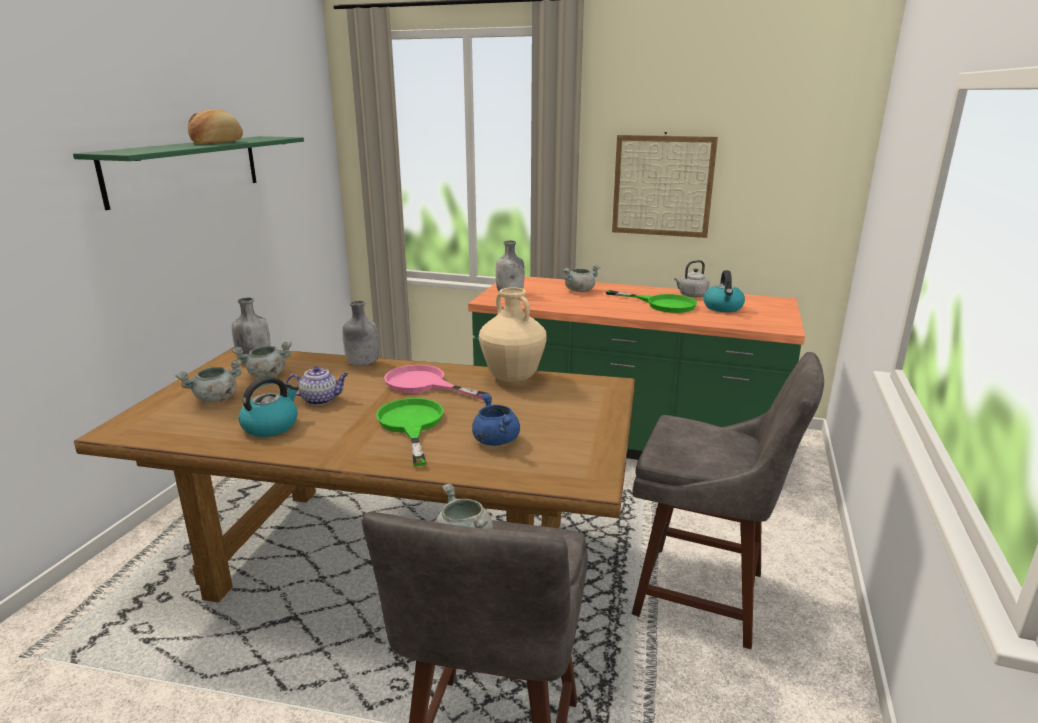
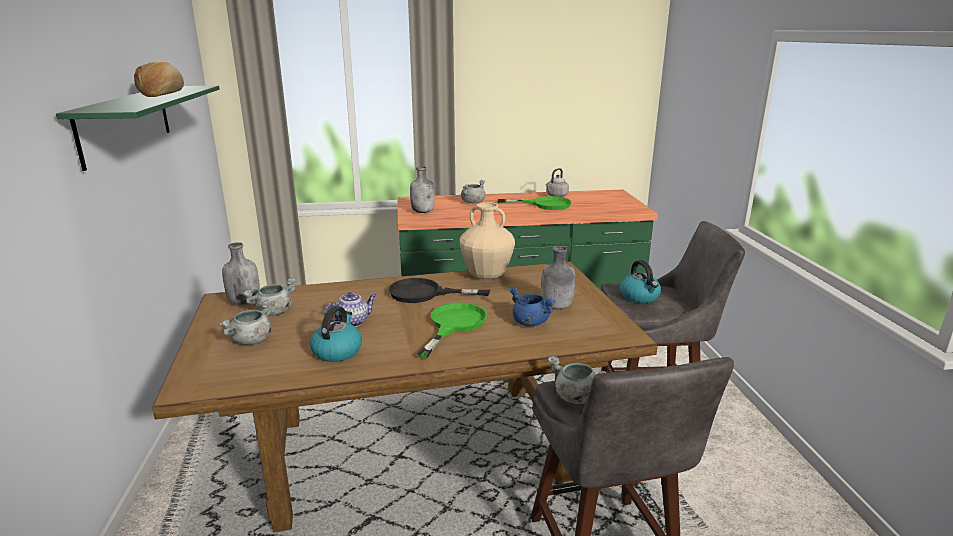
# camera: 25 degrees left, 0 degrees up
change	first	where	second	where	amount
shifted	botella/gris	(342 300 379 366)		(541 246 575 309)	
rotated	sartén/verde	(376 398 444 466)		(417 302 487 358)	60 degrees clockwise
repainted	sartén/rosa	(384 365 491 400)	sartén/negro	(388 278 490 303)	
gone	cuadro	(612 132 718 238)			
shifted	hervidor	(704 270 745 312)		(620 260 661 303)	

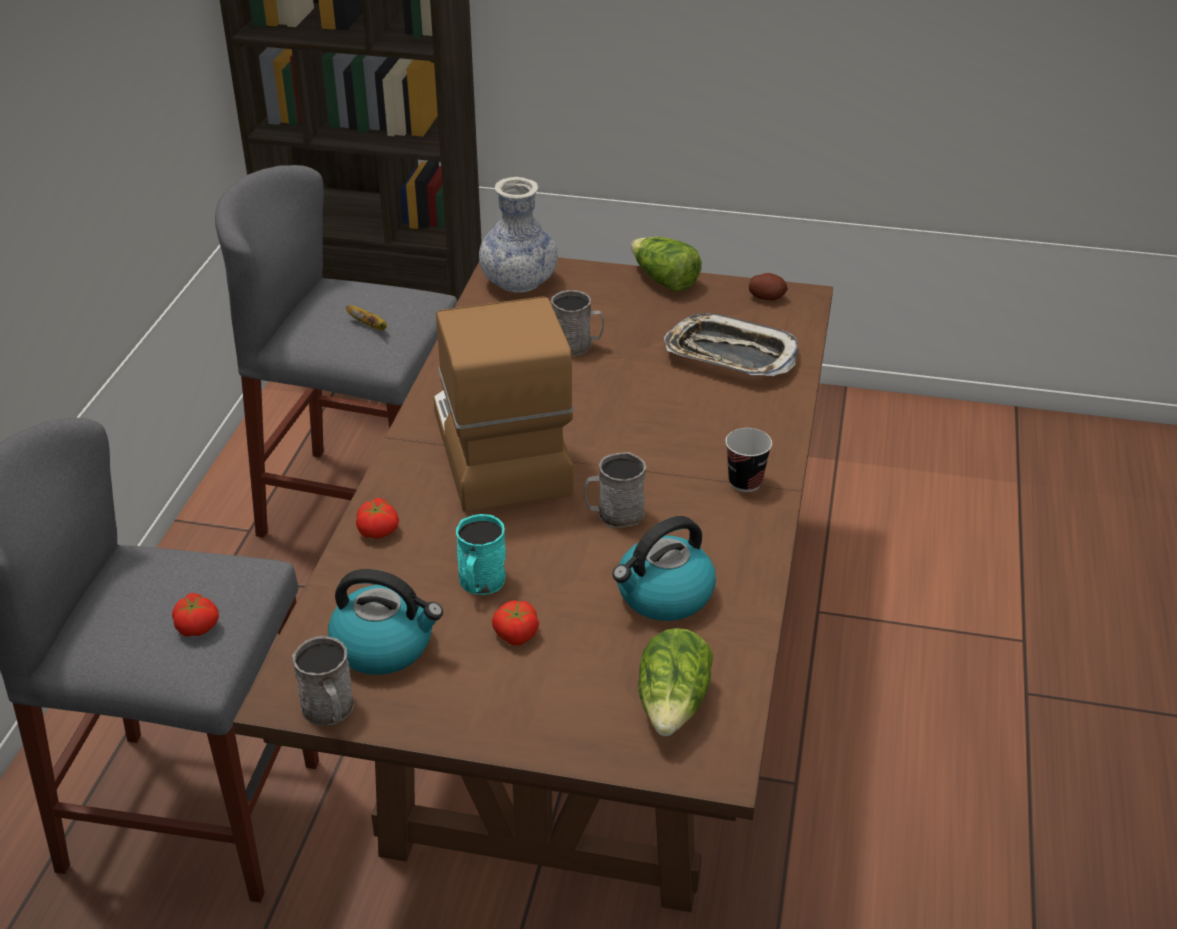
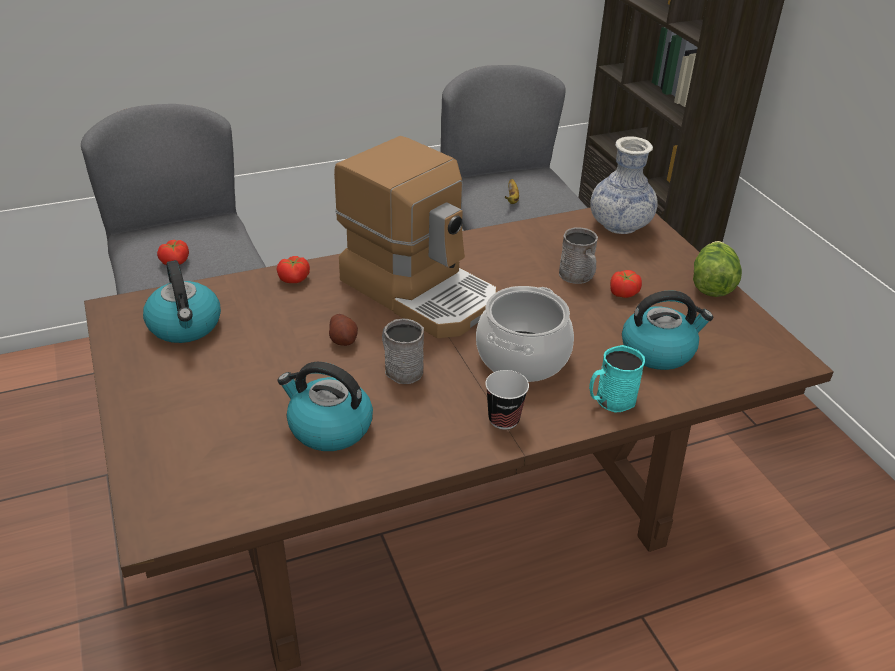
# camera: 55 degrees right, 0 degrees up
change	first	where	second	where	amount
gone	taza grande/gris	(292 636 354 725)			
rotated	cafetera	(433 296 574 512)		(334 136 497 338)	90 degrees clockwise
shifted	taza grande/turquesa	(456 514 506 595)		(589 345 645 412)	
shifted	tomate	(492 600 539 645)		(610 270 642 298)	
gone	lechuga	(638 628 713 736)			
swapped	bandeja	(664 313 797 376)	hervidor	(622 291 713 370)	
shifted	patata	(749 273 788 301)		(329 314 358 346)	
new			olla	(476 286 574 382)	

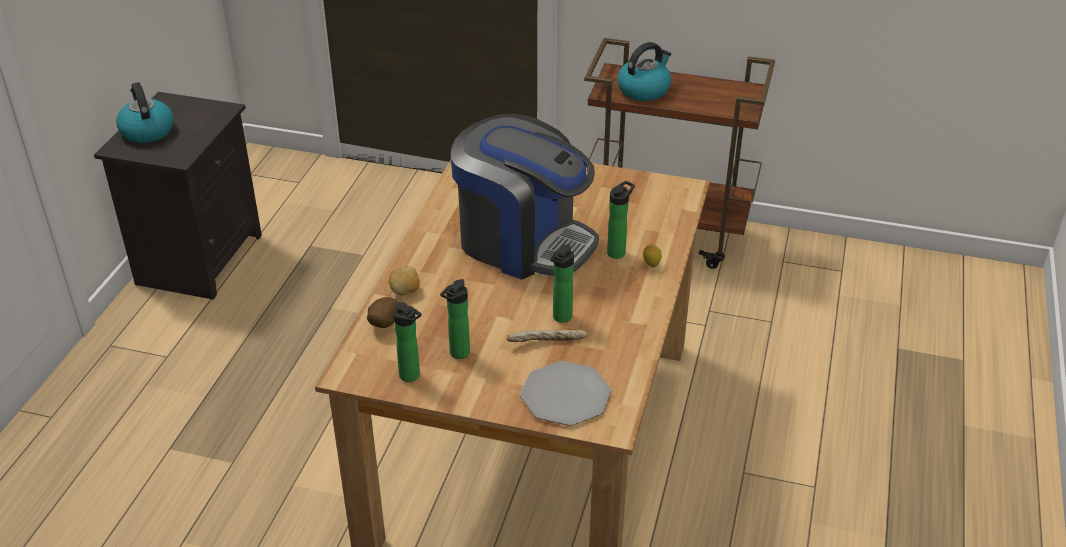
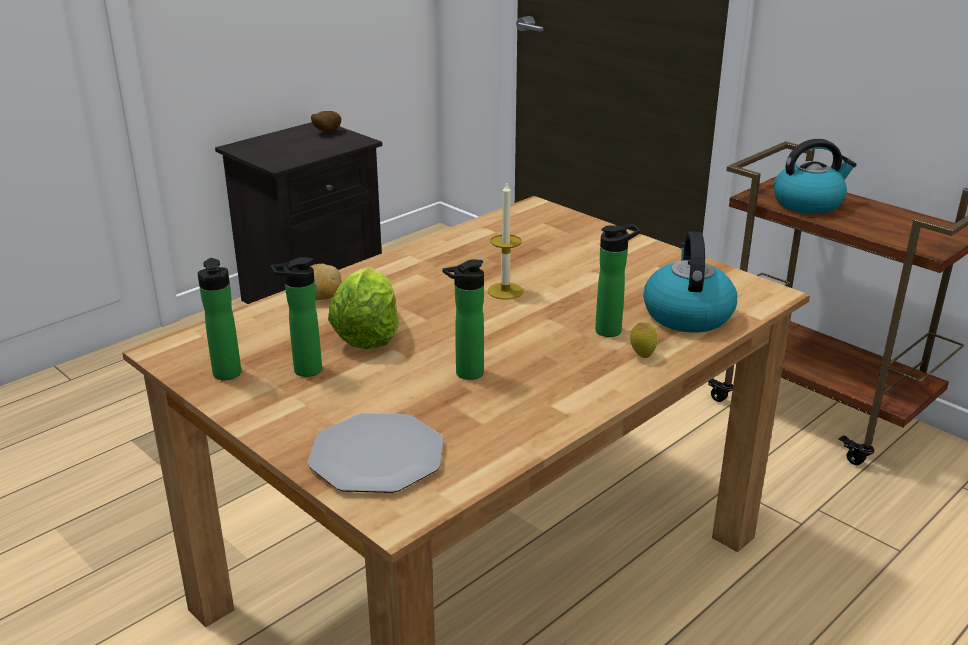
# camera: 30 degrees right, 10 degrees down
change	first	where	second	where	amount
shifted	hervidor	(116 82 174 143)		(643 232 737 333)	
shifted	patata	(367 297 397 328)		(311 111 341 133)	
swapped	cafetera	(451 114 599 280)	vela	(488 182 523 300)	
gone	pan	(507 330 588 342)			
new			lechuga	(328 267 399 349)	

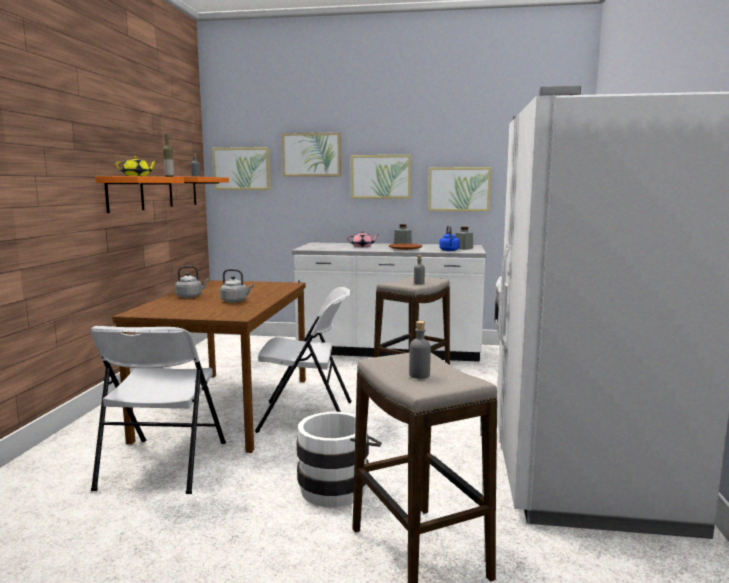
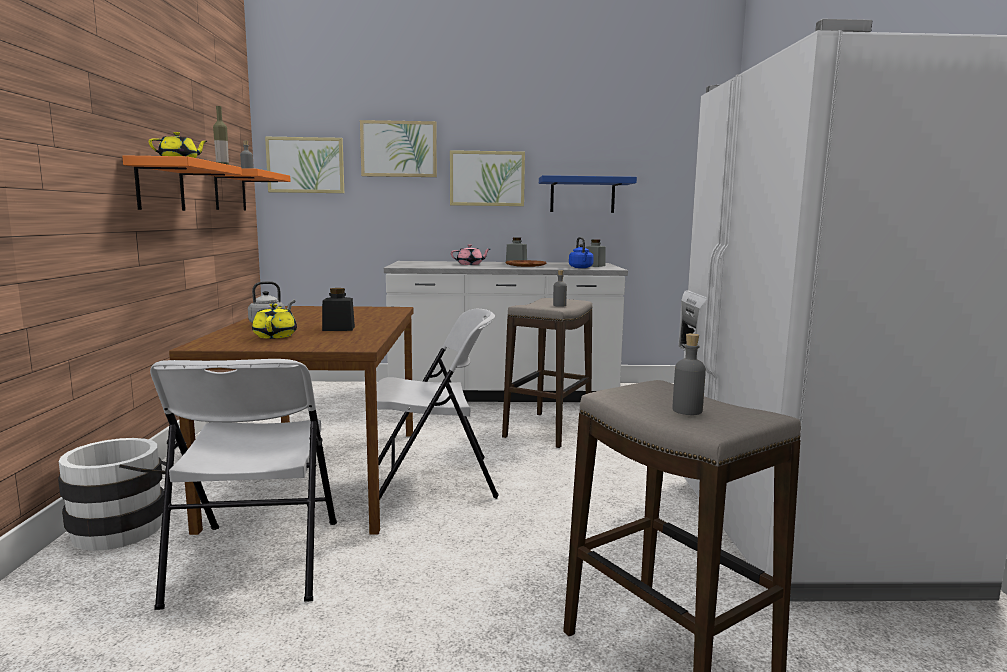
# camera: 10 degrees left, 0 degrees up
change	first	where	second	where	amount
swapped	hervidor/gris	(220 269 254 303)	tarro/negro	(322 288 355 331)	
shifted	cubo/blanco	(296 412 382 507)		(58 438 166 551)	
swapped	cuadro	(428 167 491 212)	estante/azul	(539 175 637 213)	
new			tetera/amarillo	(252 304 297 339)	

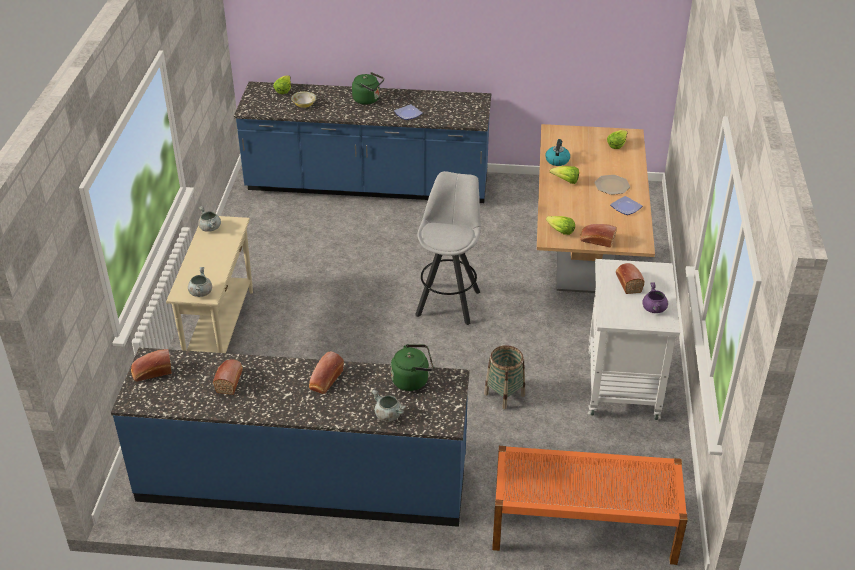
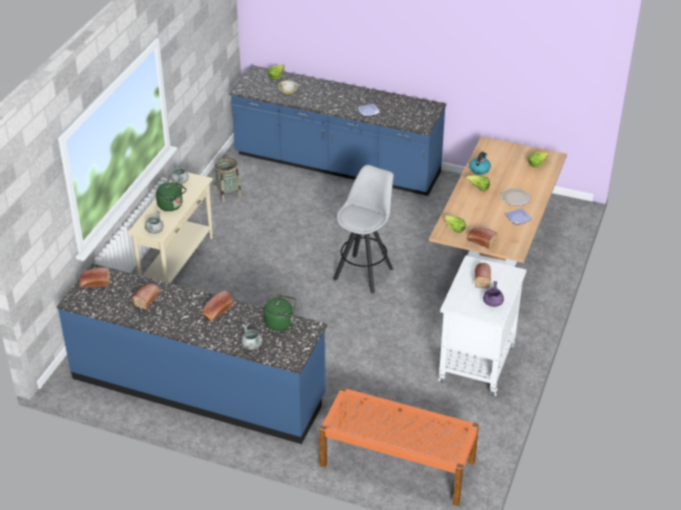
# camera: 15 degrees right, 0 degrees up
change	first	where	second	where	amount
shifted	hervidor/verde	(352 72 384 105)		(156 182 186 211)	
shifted	cesta	(484 345 525 410)		(214 158 242 202)	

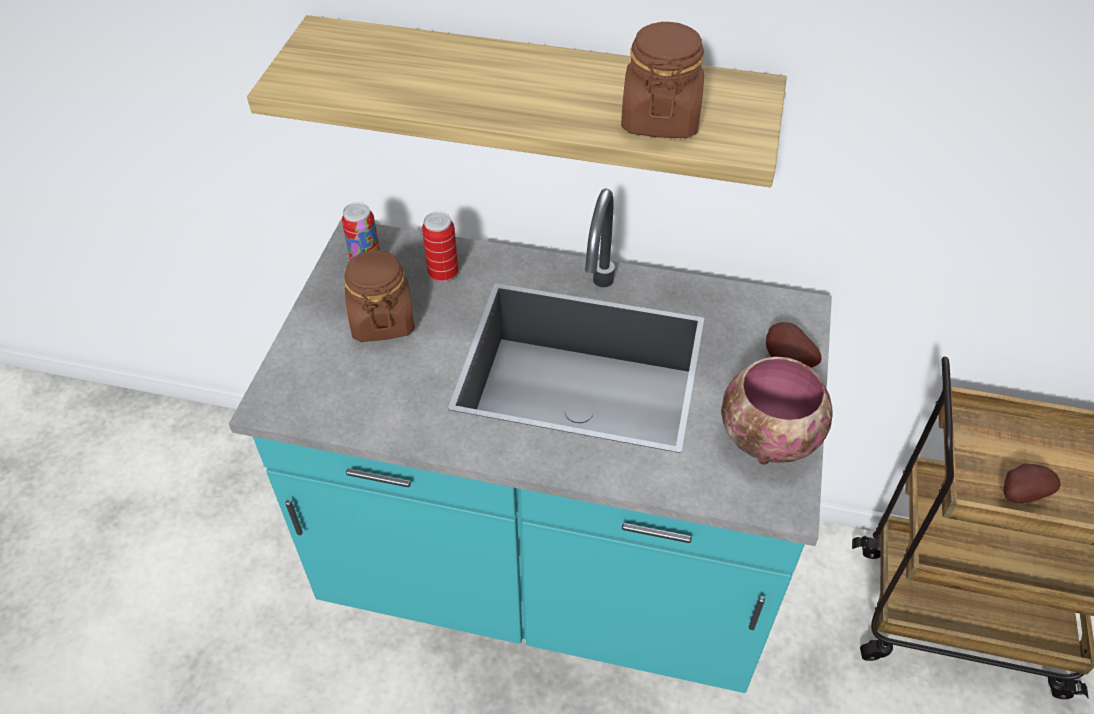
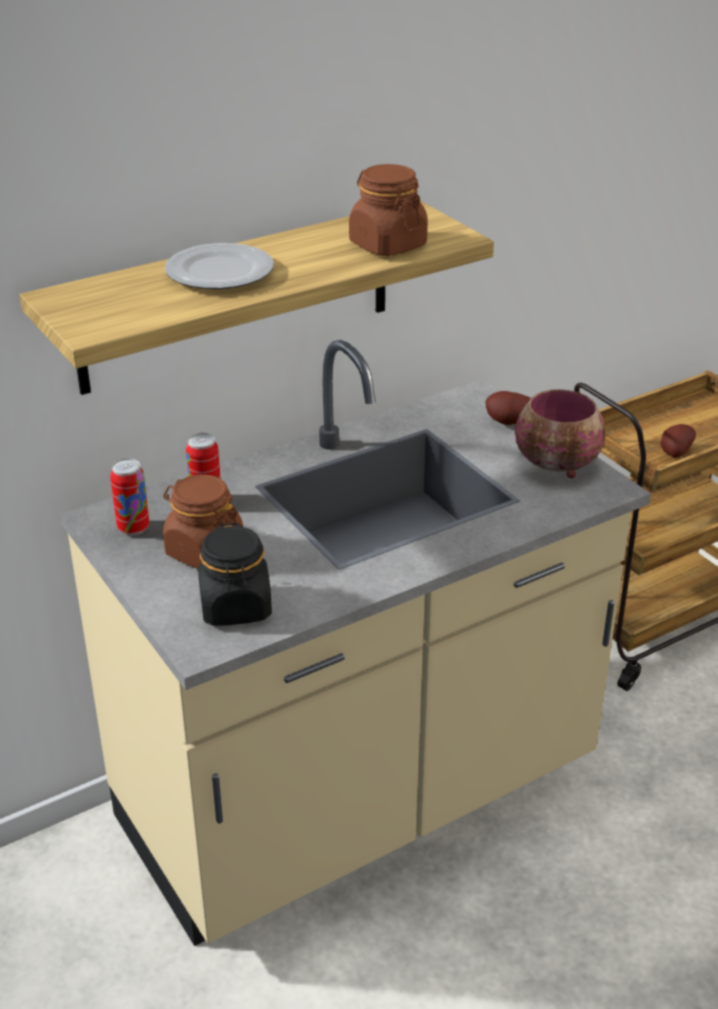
# camera: 45 degrees left, 15 degrees down
change	first	where	second	where	amount
repainted	mueble bajo de cocina/turquesa	(229 188 832 693)	mueble bajo de cocina/beis	(60 340 651 946)	
new			plato	(165 243 274 289)	
new			tarro/negro	(198 523 272 626)	

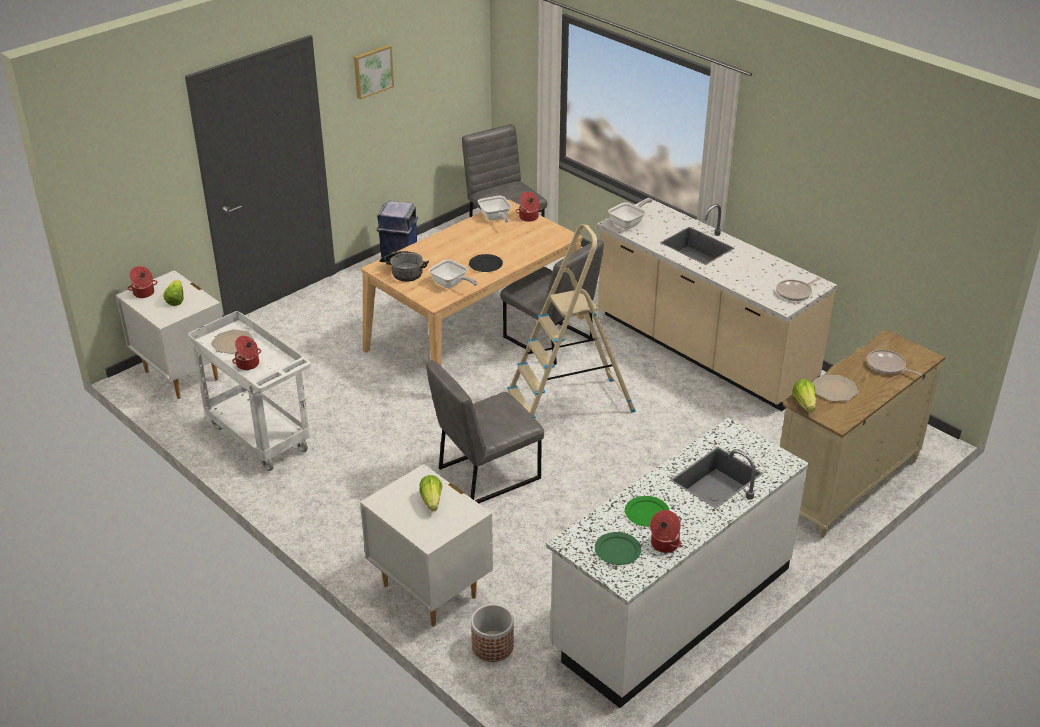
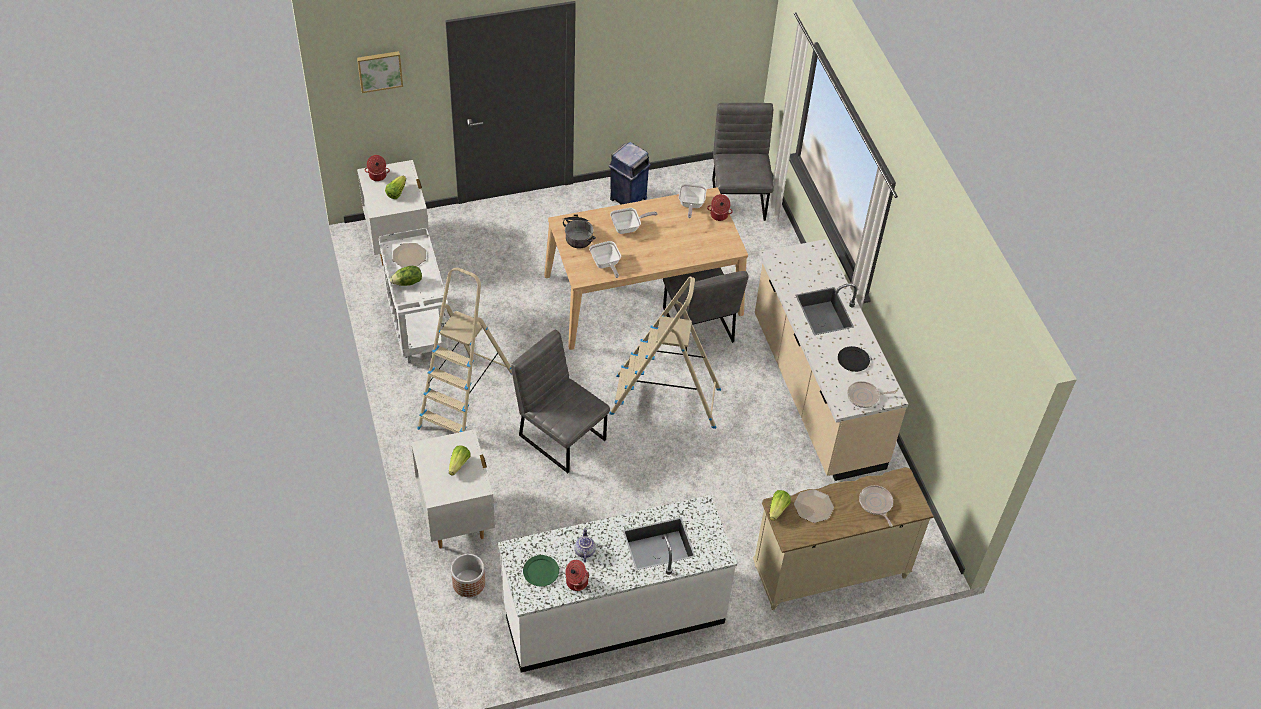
# camera: 25 degrees right, 15 degrees up
change	first	where	second	where	amount
swapped	olla	(232 336 261 370)	lechuga	(390 266 422 286)	
shifted	cuadro	(354 45 394 99)		(357 51 403 93)	
rotated	silla/gris	(426 360 544 504)		(511 329 610 473)	45 degrees clockwise
shifted	plato/negro	(469 254 503 272)		(838 346 870 372)	
shifted	sartén	(608 199 652 229)		(610 208 658 234)	
swapped	plato/verde	(625 496 670 527)	tetera	(574 528 596 562)	
new			escalera de tijera/beis	(417 268 512 433)	

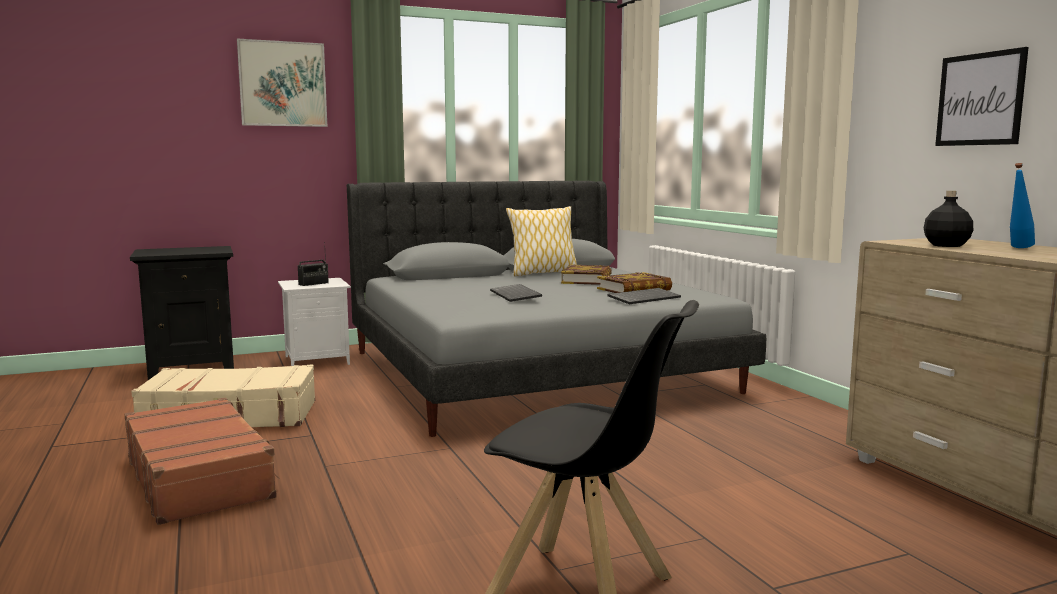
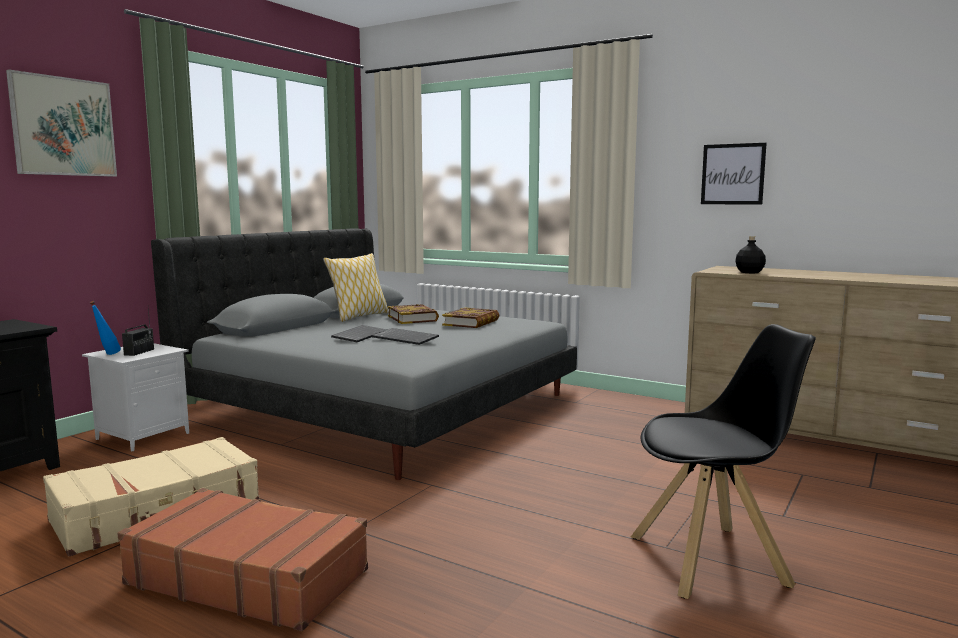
# camera: 35 degrees left, 0 degrees up
change	first	where	second	where	amount
shifted	teclado	(607 288 681 304)		(331 325 387 342)	
shifted	botella/azul	(1010 163 1035 248)		(90 301 121 355)	

